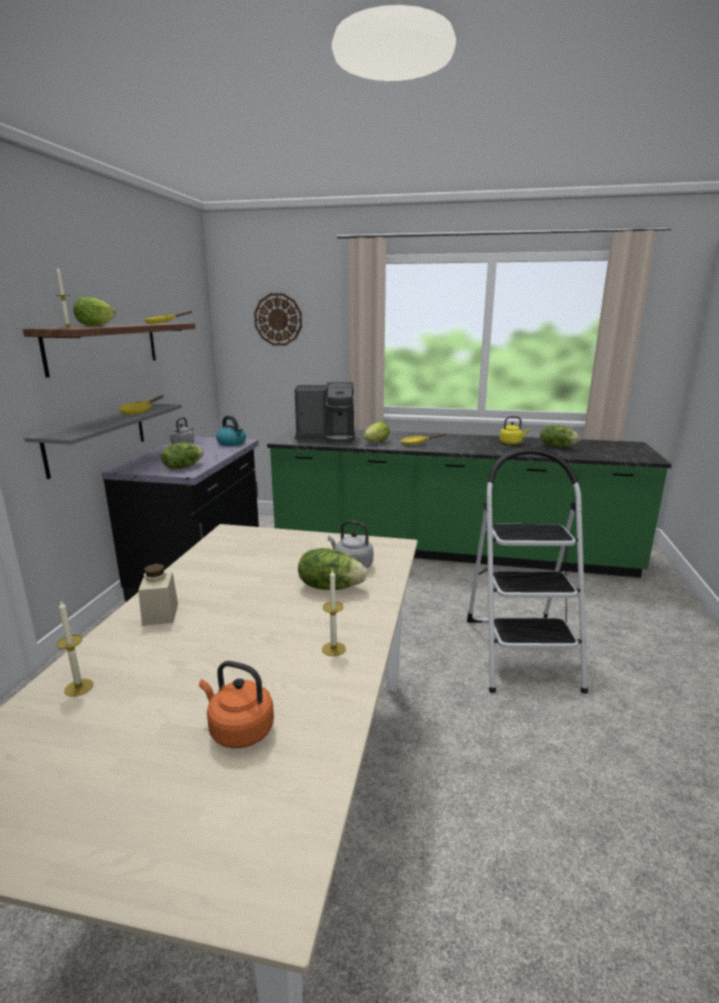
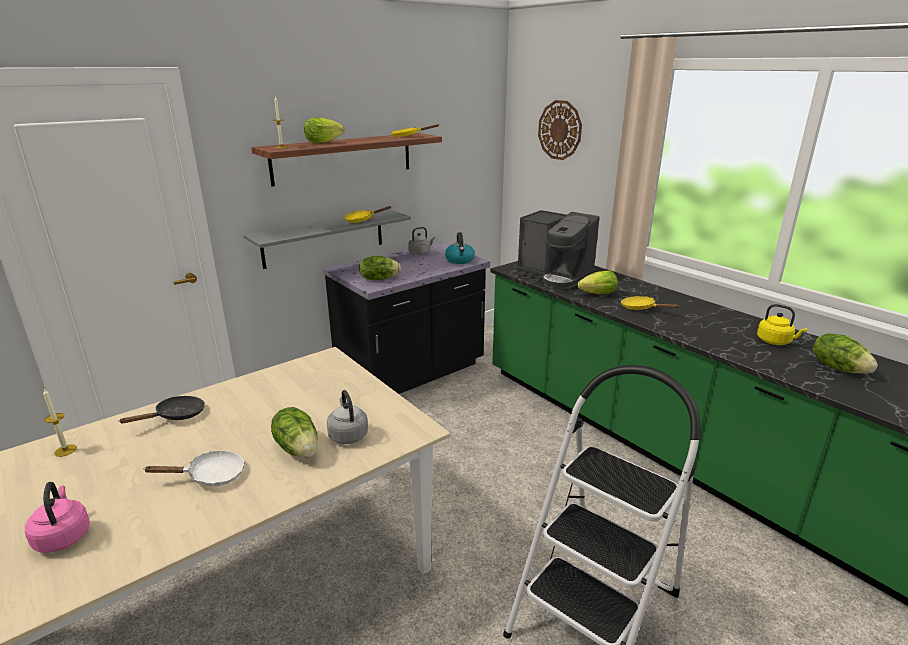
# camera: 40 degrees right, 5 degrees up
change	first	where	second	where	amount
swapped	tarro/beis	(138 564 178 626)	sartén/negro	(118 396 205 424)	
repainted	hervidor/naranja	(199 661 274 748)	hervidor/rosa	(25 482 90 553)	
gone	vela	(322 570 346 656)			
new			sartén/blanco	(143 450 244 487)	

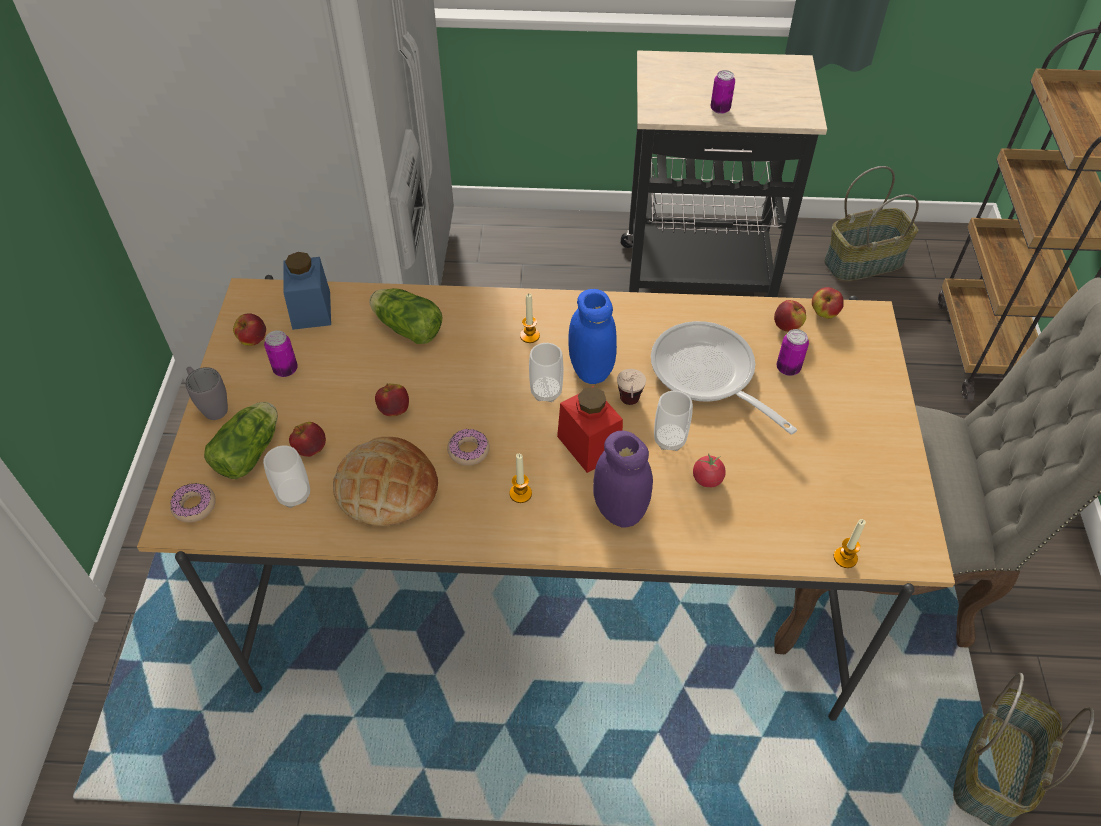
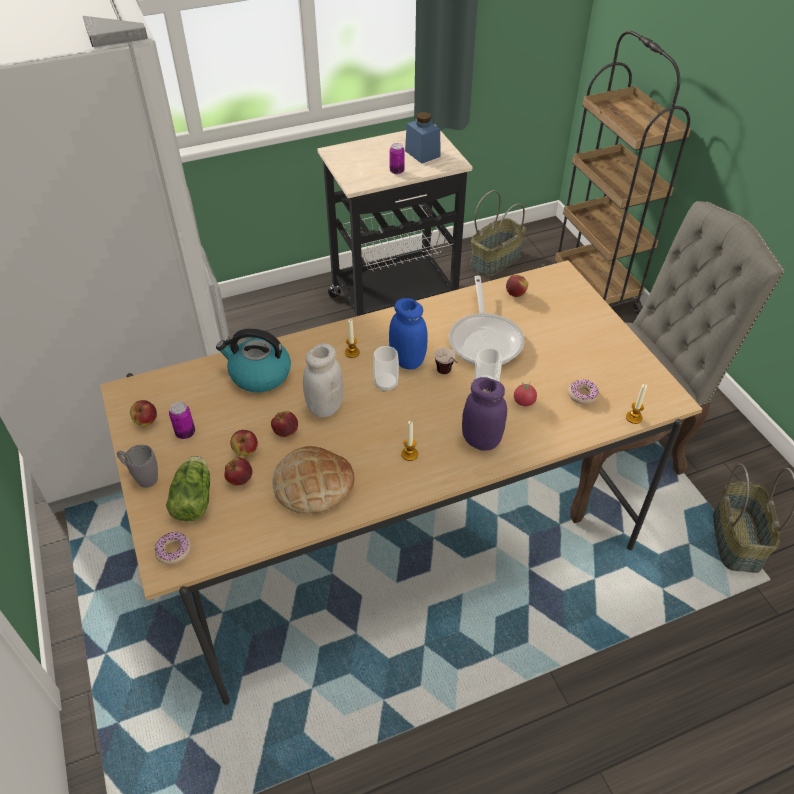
# camera: 25 degrees left, 5 degrees down
change	first	where	second	where	amount
gone	taza	(263 445 310 508)			
shifted	tarro/azul	(283 252 331 330)		(405 112 441 164)	
swapped	lechuga	(369 288 443 344)	hervidor	(216 329 291 392)	
shifted	rosquilla	(447 429 490 466)		(568 379 599 405)	
gone	tarro/rojo	(557 386 623 473)			
rotated	sartén	(651 321 797 435)		(449 275 524 365)	120 degrees counterclockwise
gone	lata	(777 329 809 376)			
shifted	manzana	(812 287 844 319)		(230 430 258 456)	
new			tarro/blanco	(303 343 343 417)	

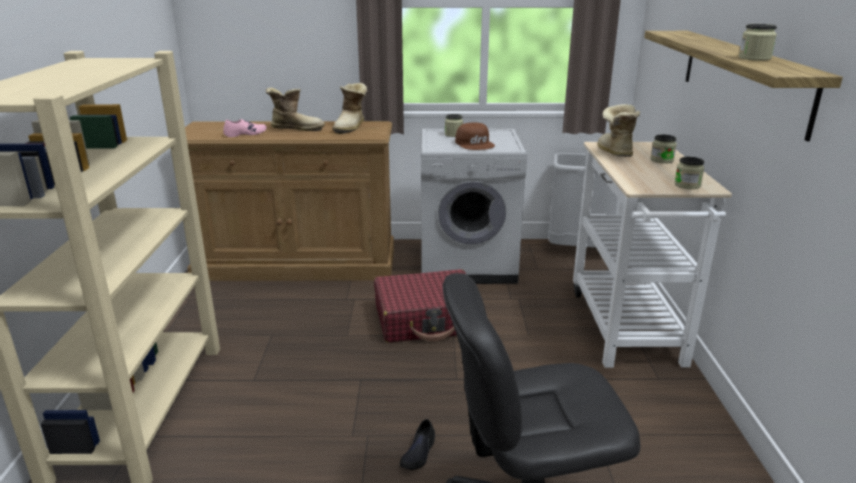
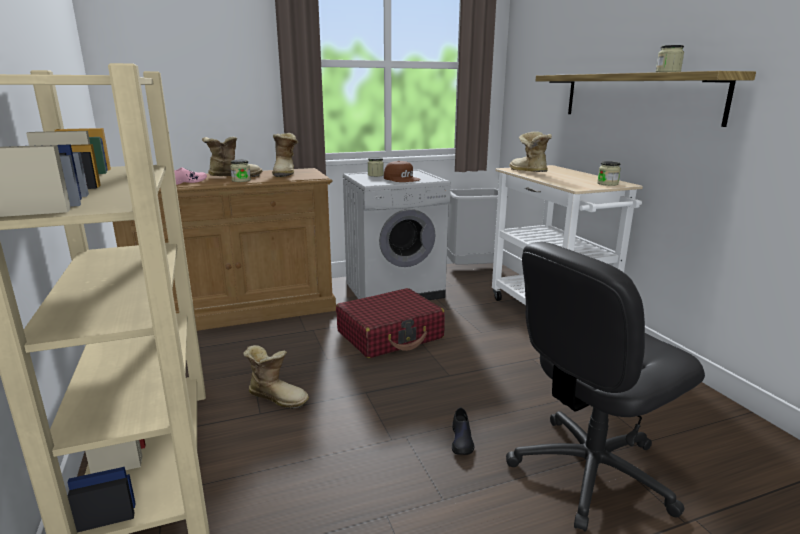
# camera: 20 degrees left, 5 degrees down
change	first	where	second	where	amount
shifted	tarro	(651 135 677 163)		(230 160 251 182)	
new			bota	(243 345 309 409)	

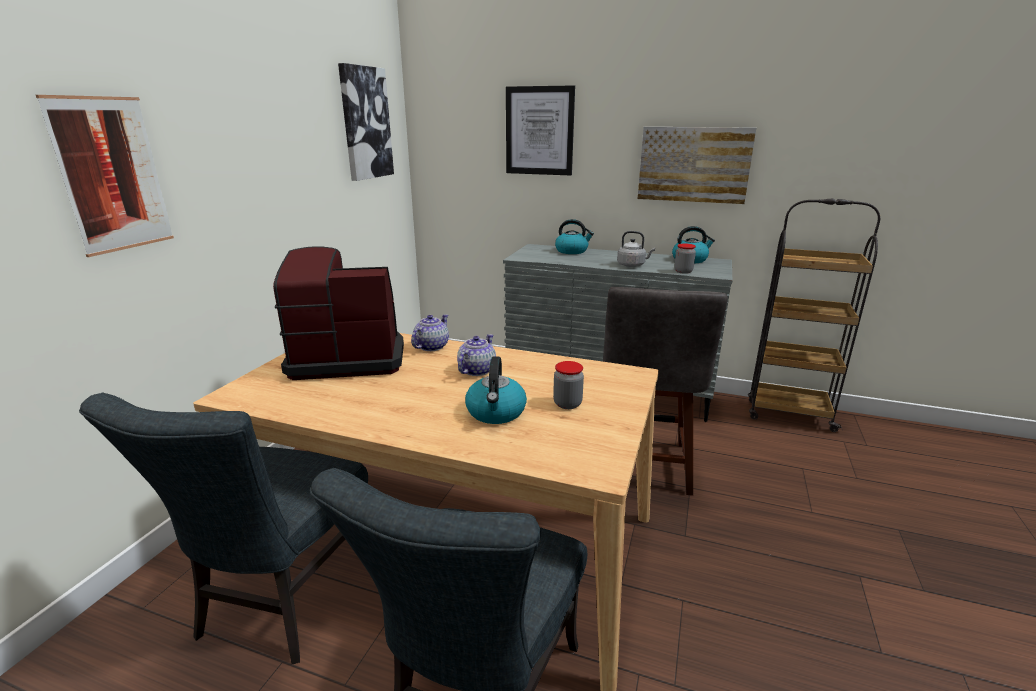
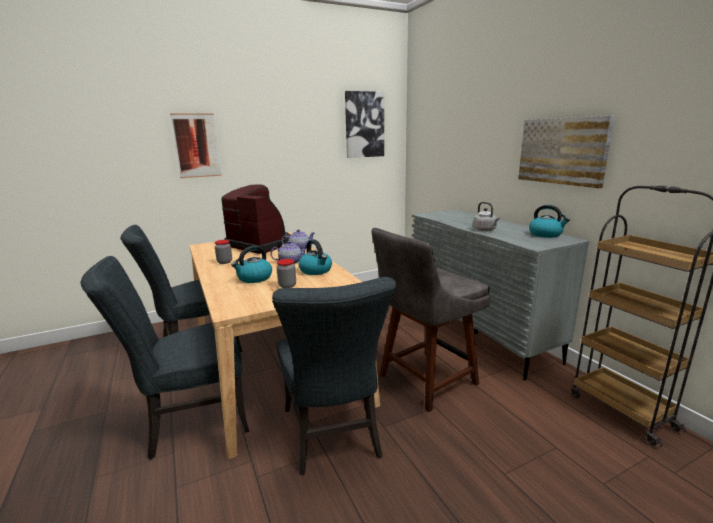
# camera: 45 degrees right, 5 degrees down
change	first	where	second	where	amount
gone	cuadro	(506 85 575 176)			
shifted	hervidor	(555 219 594 254)		(298 239 332 275)	
shifted	tarro	(674 243 696 274)		(215 240 232 264)	
new			silla/gris	(272 277 396 475)	

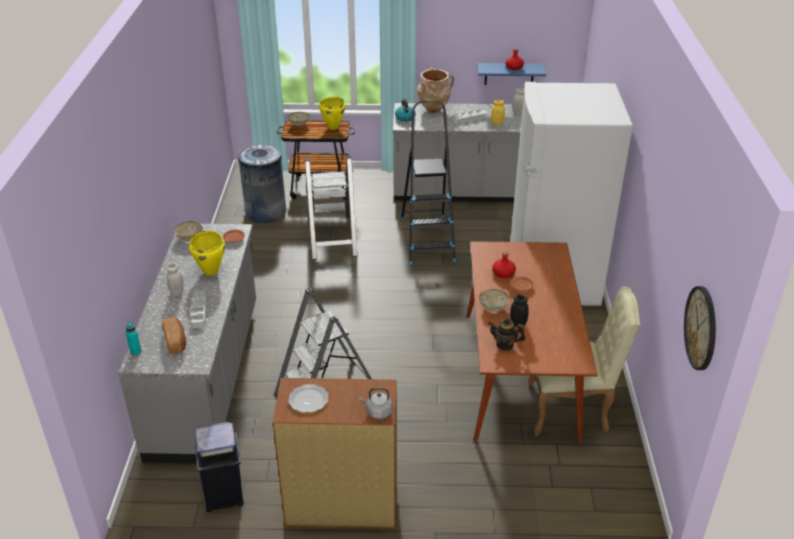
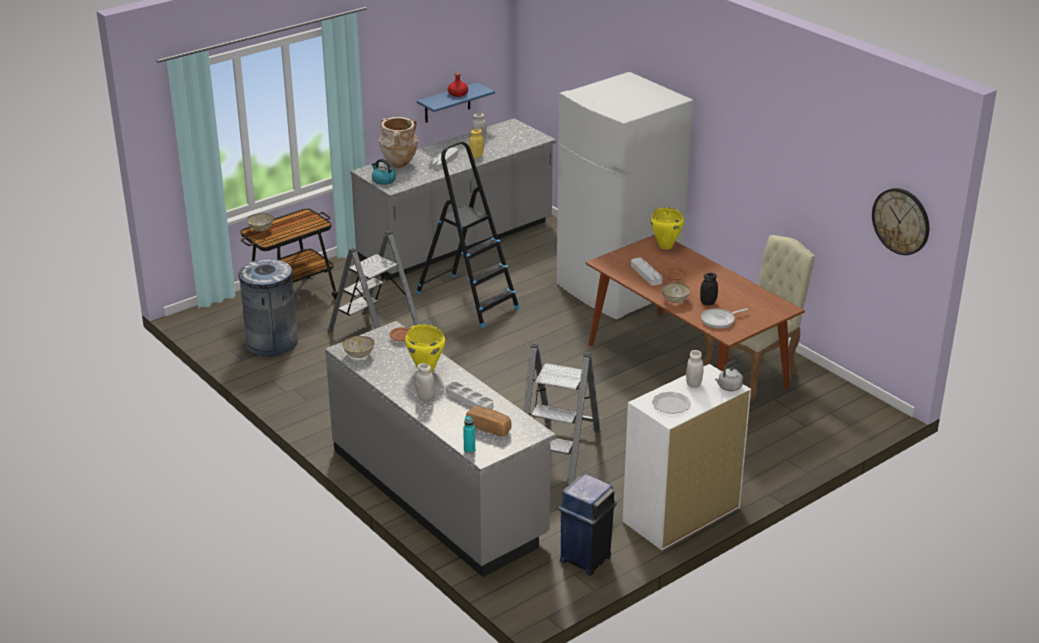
# camera: 40 degrees left, 5 degrees down
change	first	where	second	where	amount
repainted	armario/marrón	(272 378 397 529)	armario/blanco	(623 364 751 550)	
shifted	olla/amarillo	(319 97 345 130)		(651 207 684 249)	
swapped	tetera	(488 318 525 351)	sartén	(701 308 748 329)	
swapped	botella/rojo	(492 251 516 278)	bandeja/gris	(631 258 663 286)	
new			tarro/blanco	(686 350 704 388)	

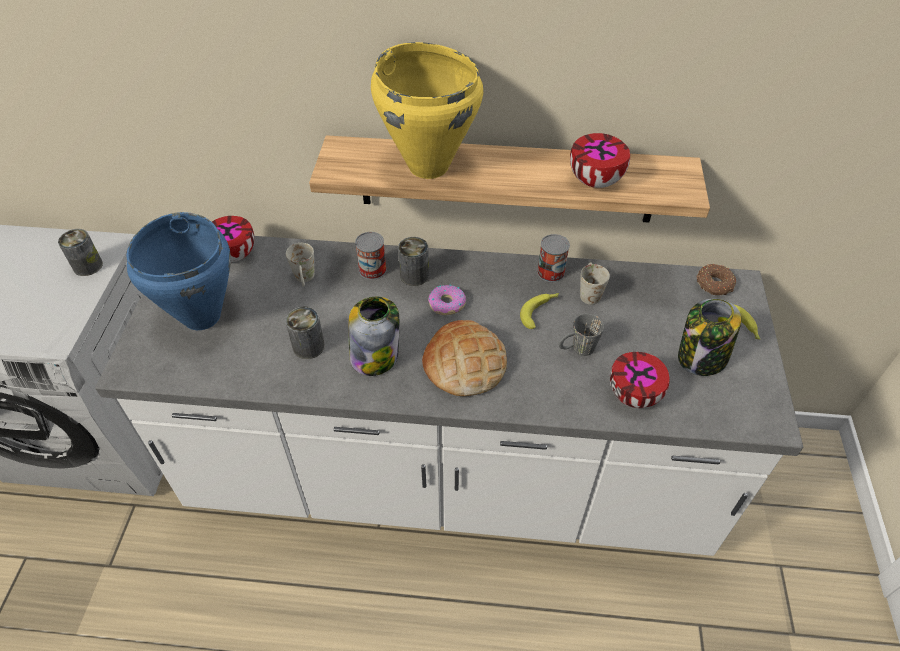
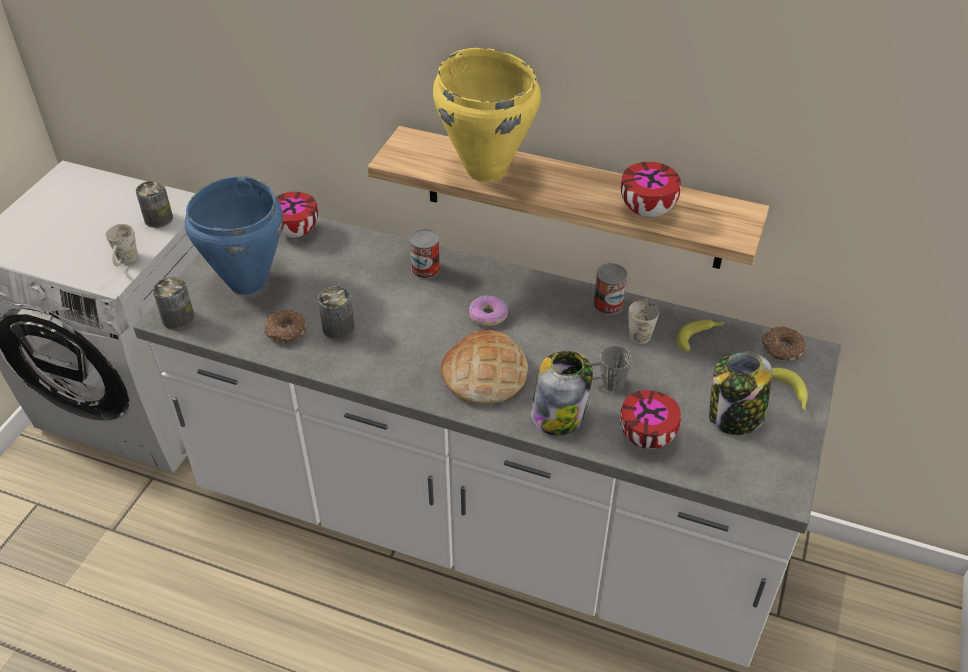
# camera: 15 degrees right, 5 degrees down
change	first	where	second	where	amount
shifted	taza grande/blanco	(286 243 314 287)		(106 224 138 266)	
shifted	tarro	(348 297 399 376)		(531 351 593 436)	
shifted	lata	(398 237 429 286)		(153 276 195 330)	
shifted	plátano	(520 293 559 329)		(677 320 724 352)	
new			rosquilla	(264 309 306 343)	

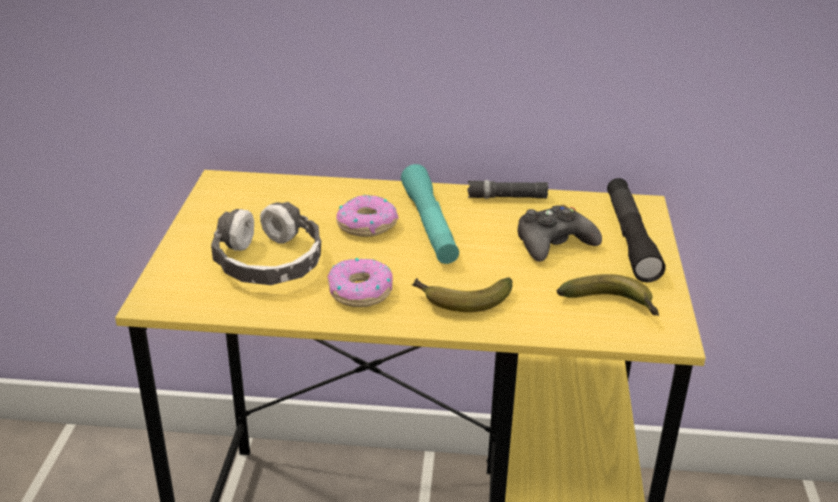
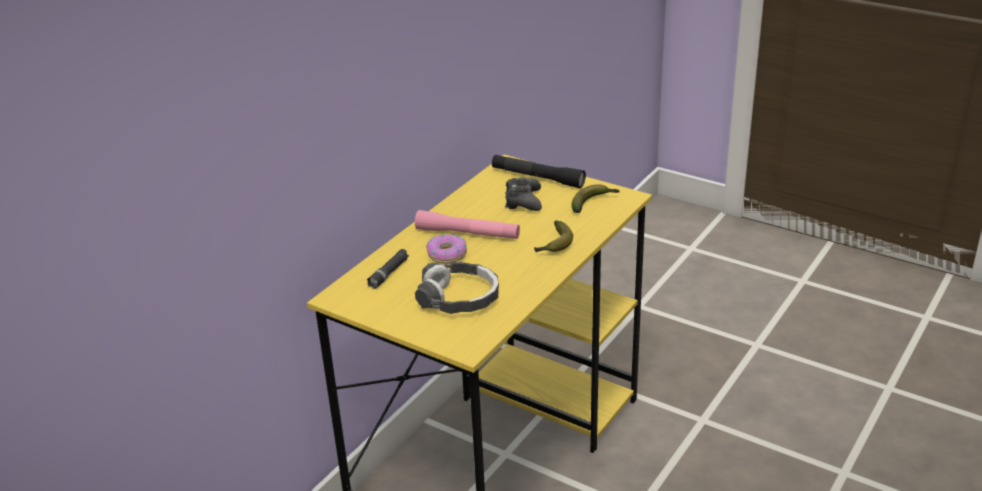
# camera: 60 degrees left, 0 degrees up
change	first	where	second	where	amount
gone	rosquilla	(327 258 393 307)			
repainted	linterna/turquesa	(401 164 459 264)	linterna/rosa	(415 210 520 239)	
shifted	linterna/negro	(467 180 548 199)		(367 249 409 289)	

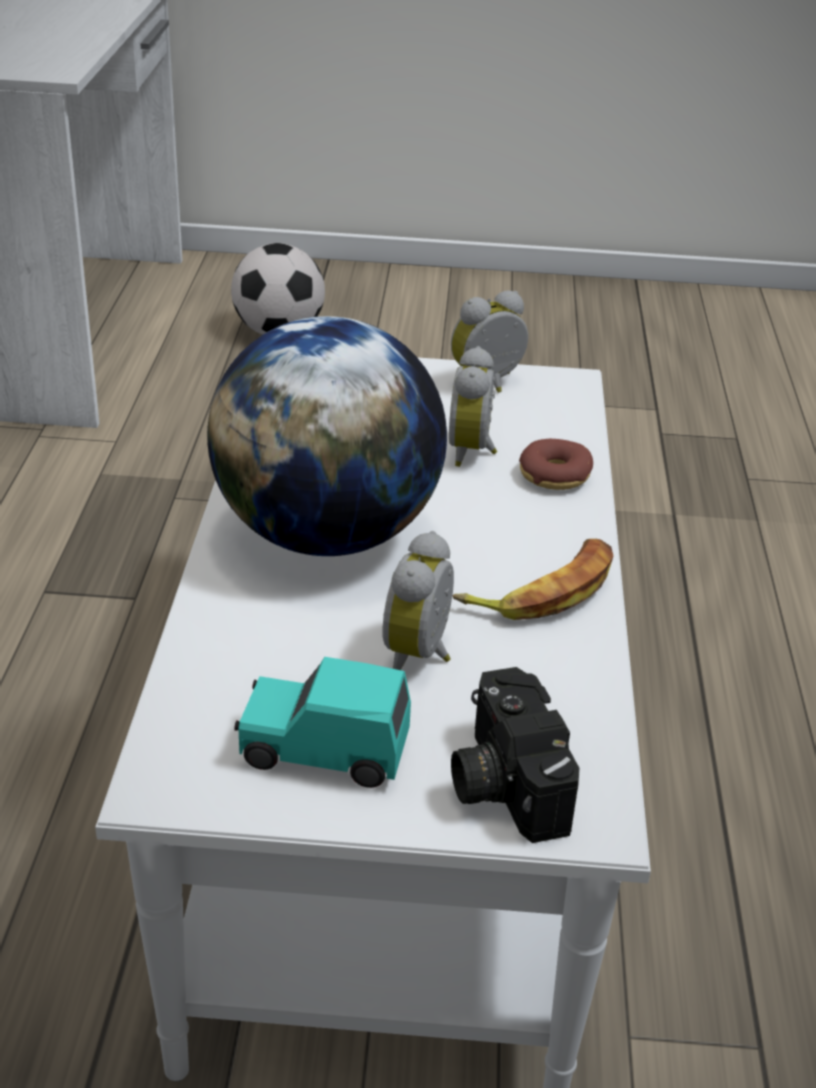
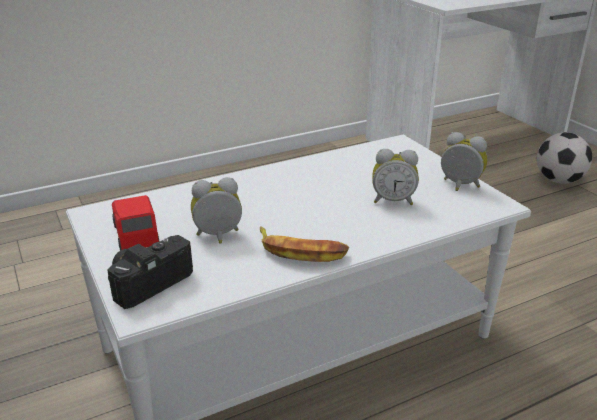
# camera: 60 degrees right, 5 degrees down
change	first	where	second	where	amount
gone	globo terráqueo	(207 316 447 556)			
repainted	coche de juguete/turquesa	(234 657 411 788)	coche de juguete/rojo	(112 195 160 251)	
rotated	despertador	(449 346 497 467)		(372 149 419 205)	150 degrees counterclockwise
gone	rosquilla	(519 439 593 490)			

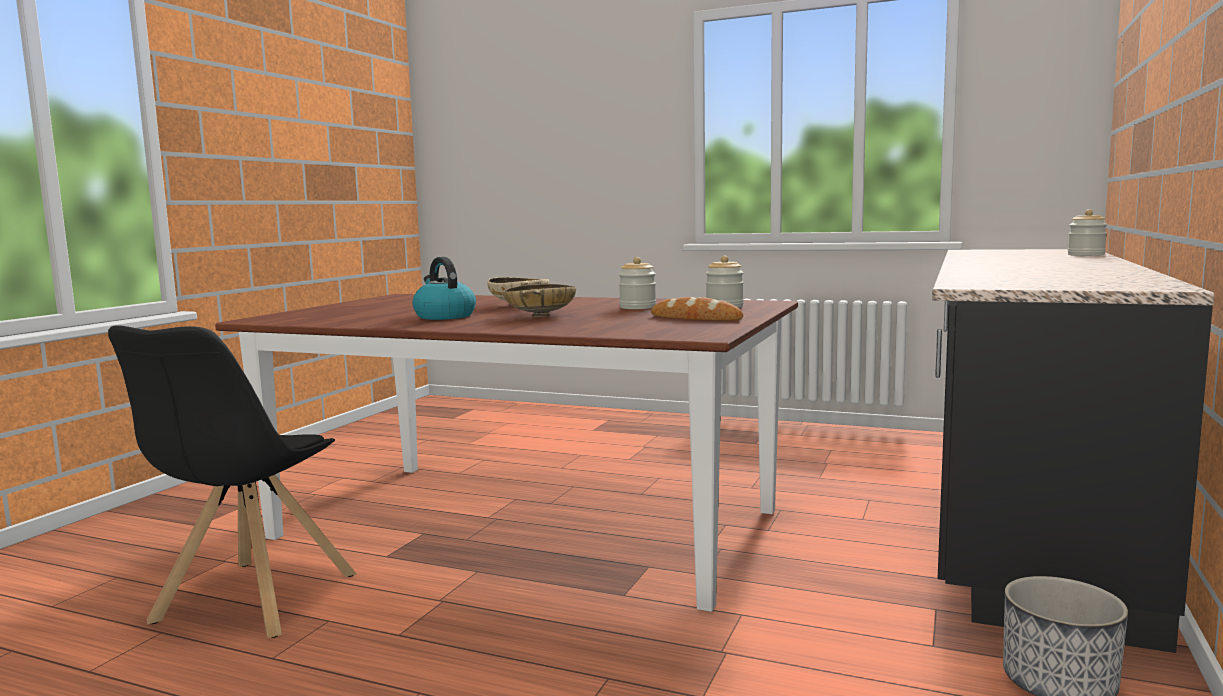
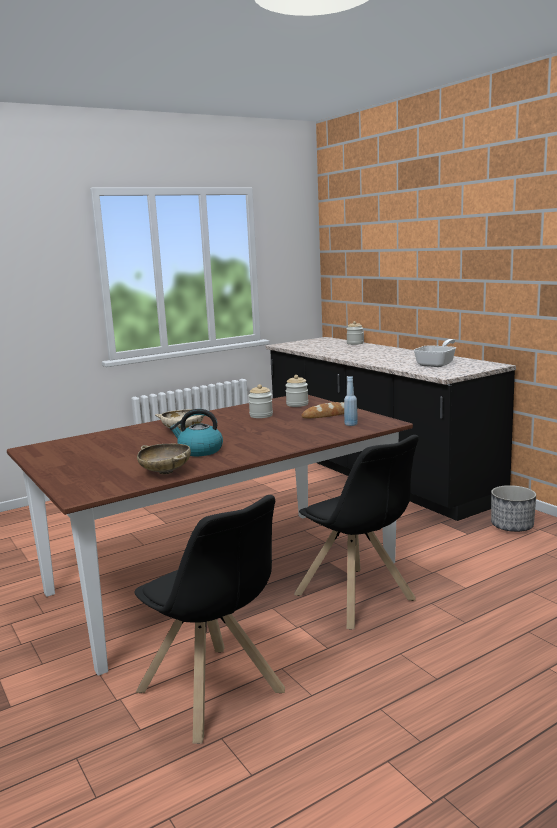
# camera: 55 degrees left, 5 degrees up
change	first	where	second	where	amount
shifted	cuenco/beis	(503 283 576 317)		(137 444 191 475)	
new			silla/negro	(294 435 418 630)	
new			botella/azul	(344 376 358 426)	
new			sartén	(414 339 456 367)	

